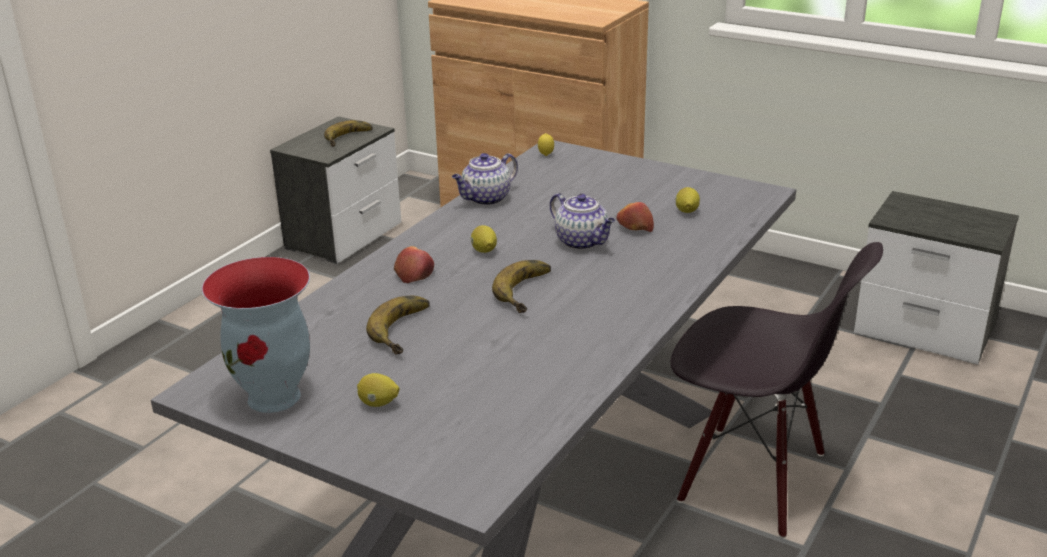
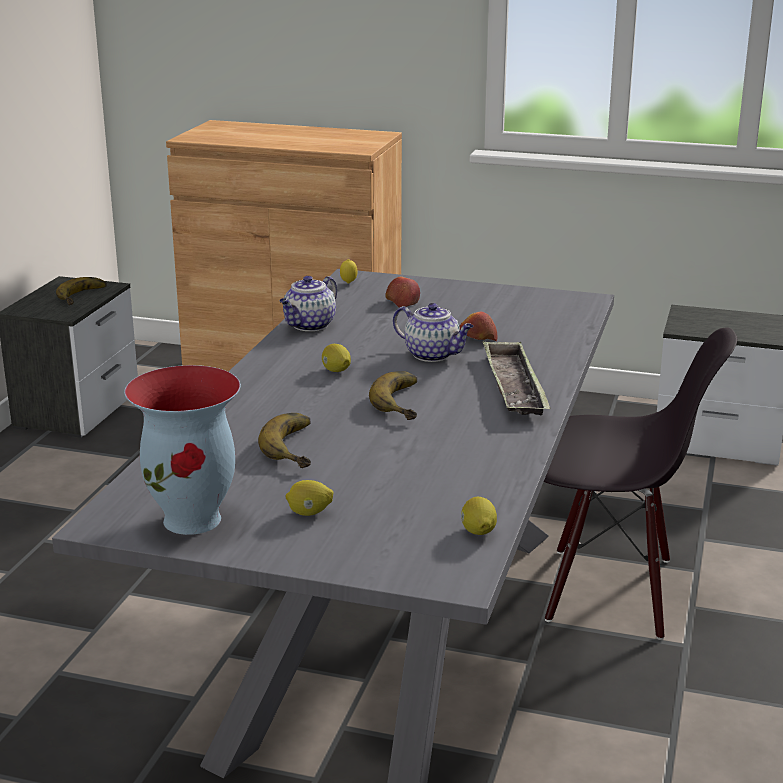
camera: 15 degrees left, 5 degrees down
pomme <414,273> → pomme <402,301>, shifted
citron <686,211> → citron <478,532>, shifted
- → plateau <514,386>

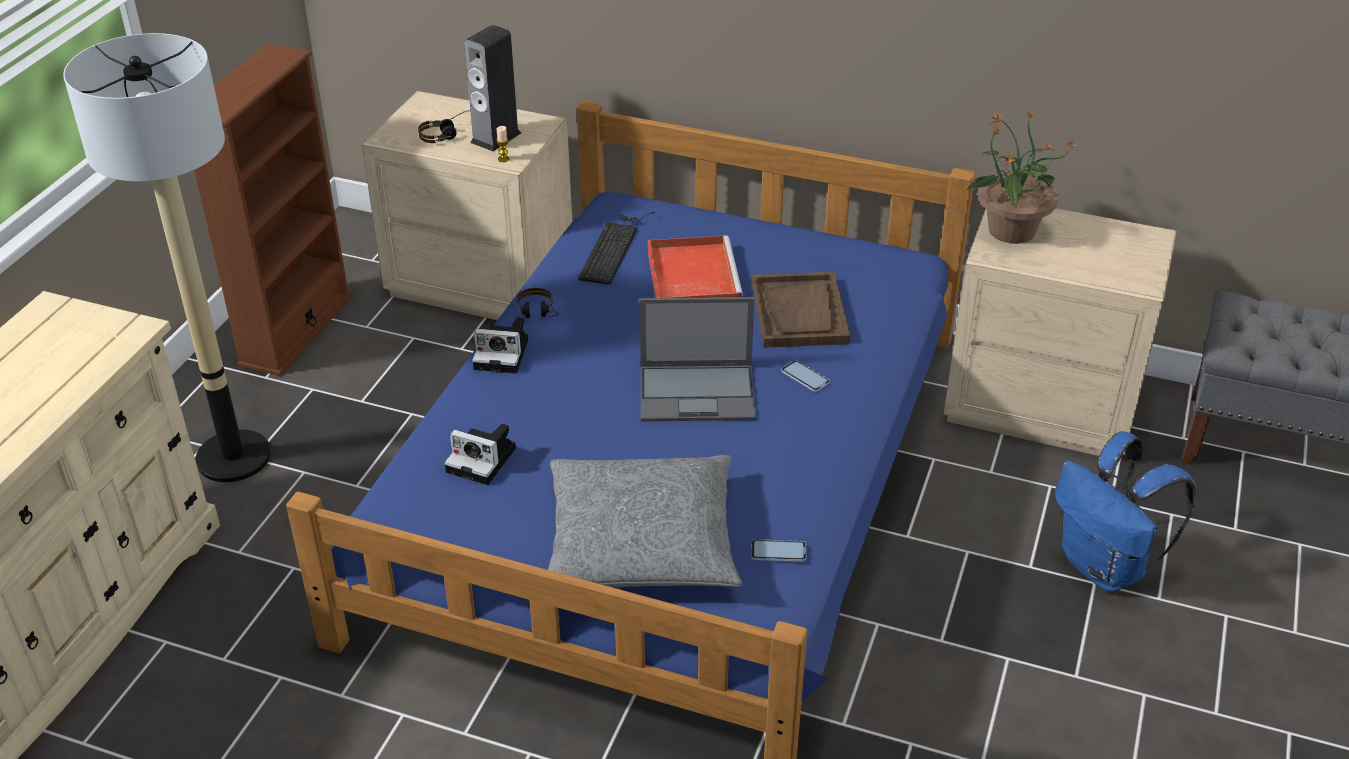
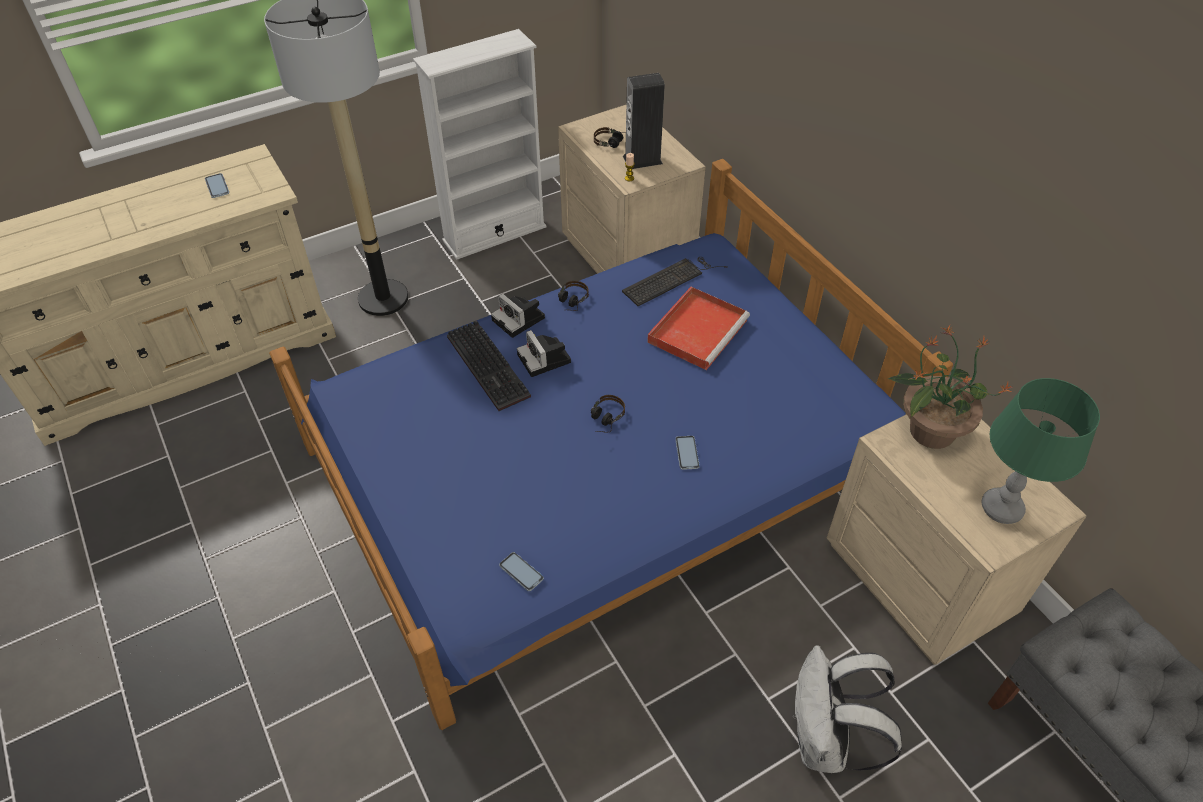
camera: 40 degrees right, 10 degrees up
bibliothèque (marron) <296,330> → bibliothèque (blanc) <494,234>
appareil photo <484,460> → appareil photo <545,359>, shifted
coussin (gris) <641,541> → -
ordinateur portable <698,393> → casque audio <604,420>
plateau (marron) <799,313> → -
sac à dos (bleu) <1105,567> → sac à dos (blanc) <825,742>
- → téléphone <217,186>
- → clavier <491,367>
- → lampe de table (vert) <1001,509>

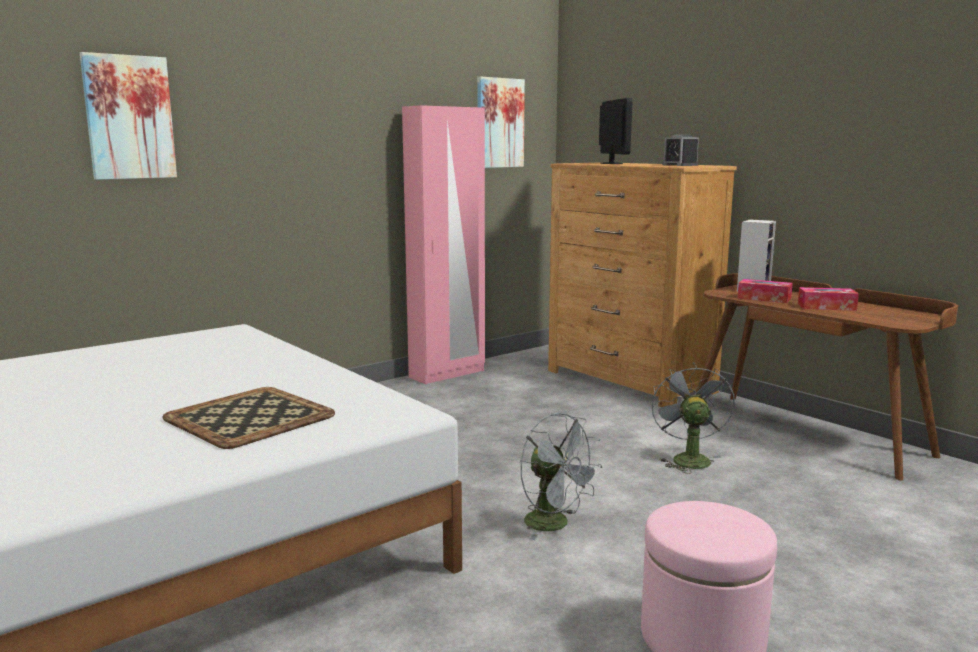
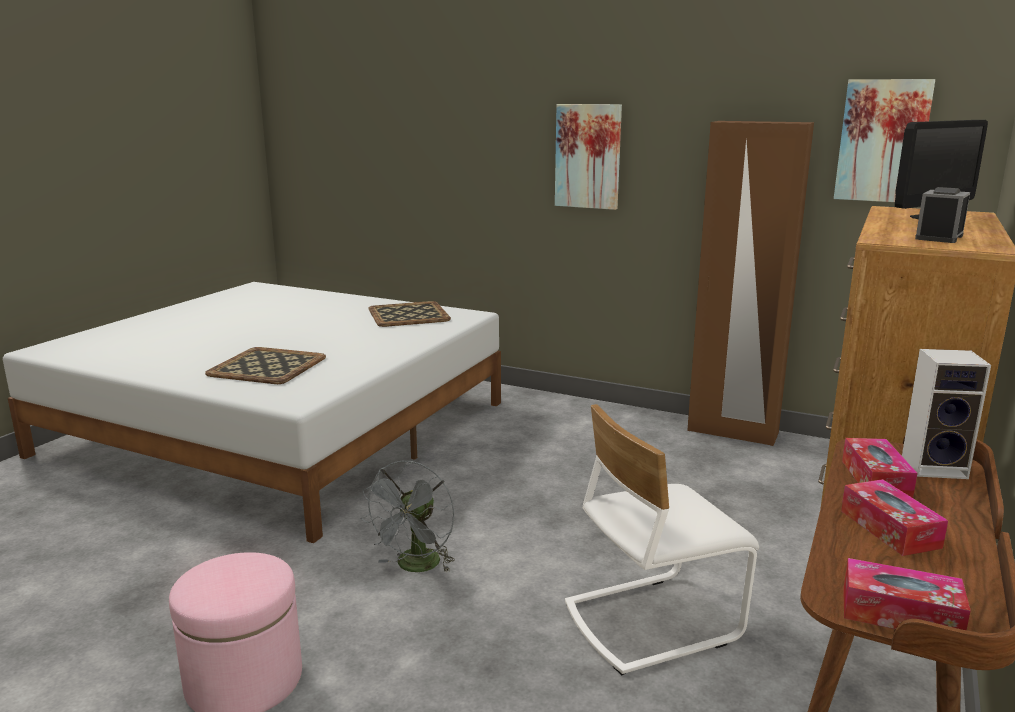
camera: 65 degrees right, 5 degrees up
tableau <129,117> → tableau <588,156>, shifted
armoire (rose) <447,374> → armoire (marron) <732,432>
ventilateur (gris) <688,458> → chaise (blanc) <650,620>
- → plateau <409,314>
- → boîte à mouchoirs <900,614>

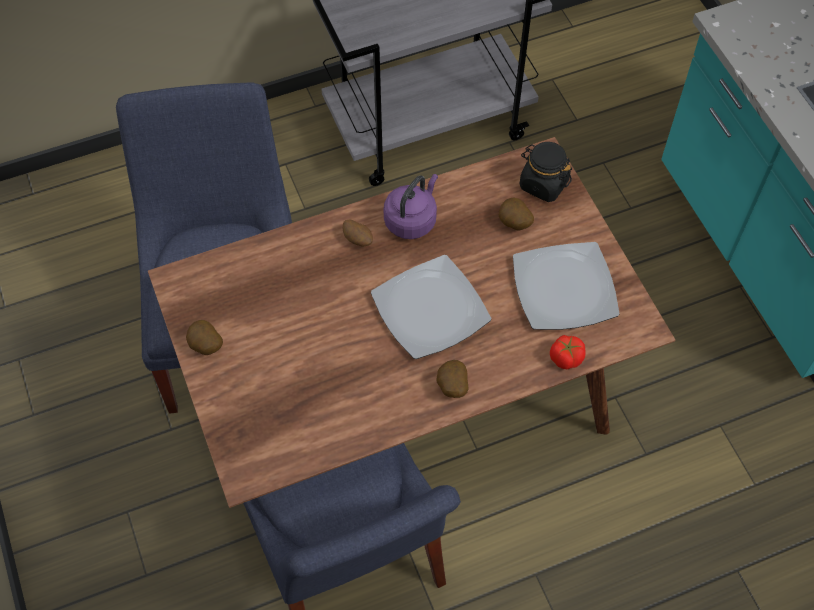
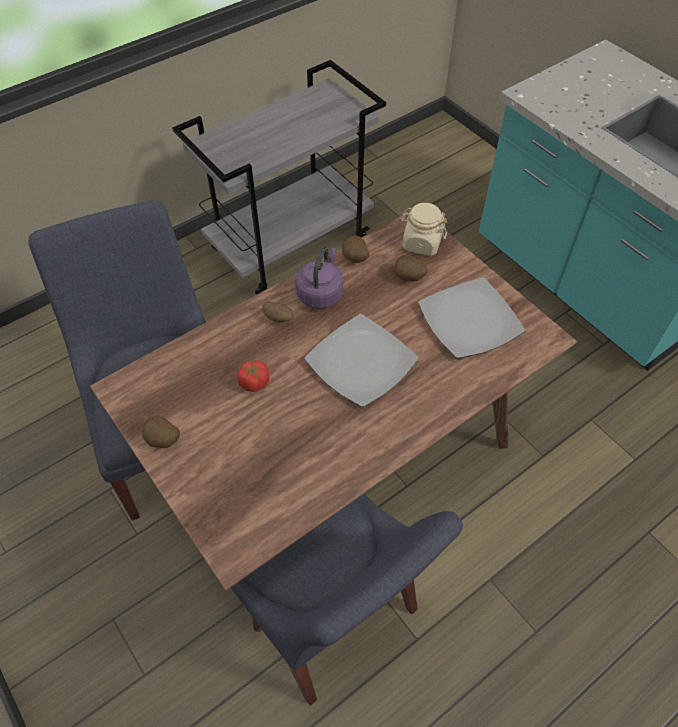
camera: 15 degrees left, 5 degrees down
pomme de terre <451,387> → pomme de terre <354,259>, shifted
bocal (noir) <543,184> → bocal (beige) <421,243>
tomate <565,358> → tomate <254,382>, shifted

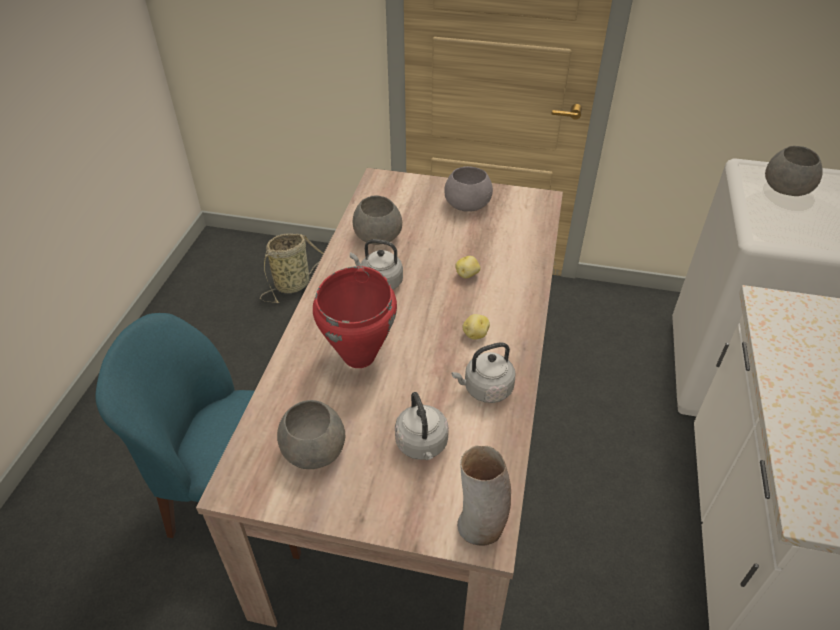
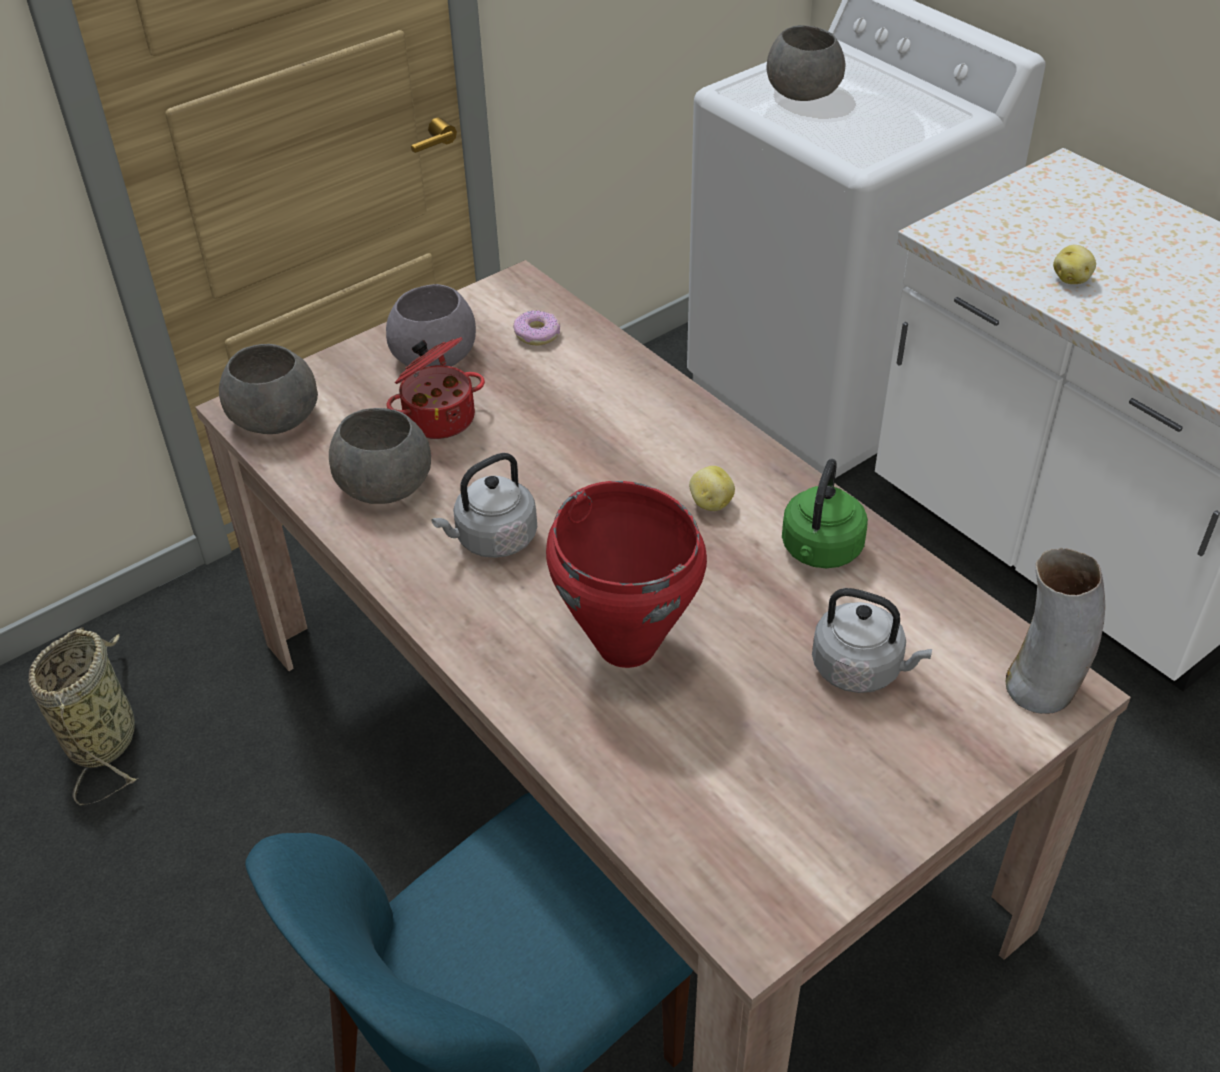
camera: 50 degrees left, 0 degrees up
bol (gris) <314,450> → bol (gris) <276,418>, shifted
bouilloire (gris) <485,389> → bouilloire (vert) <820,551>
pomme de terre <467,274> → pomme de terre <1071,279>, shifted
- → marmite <438,417>
- → beignet <537,334>

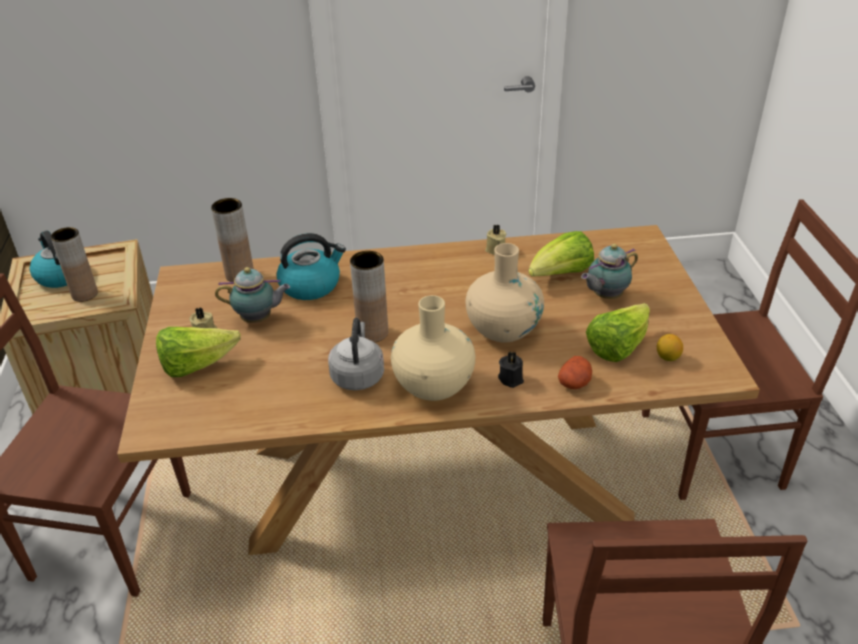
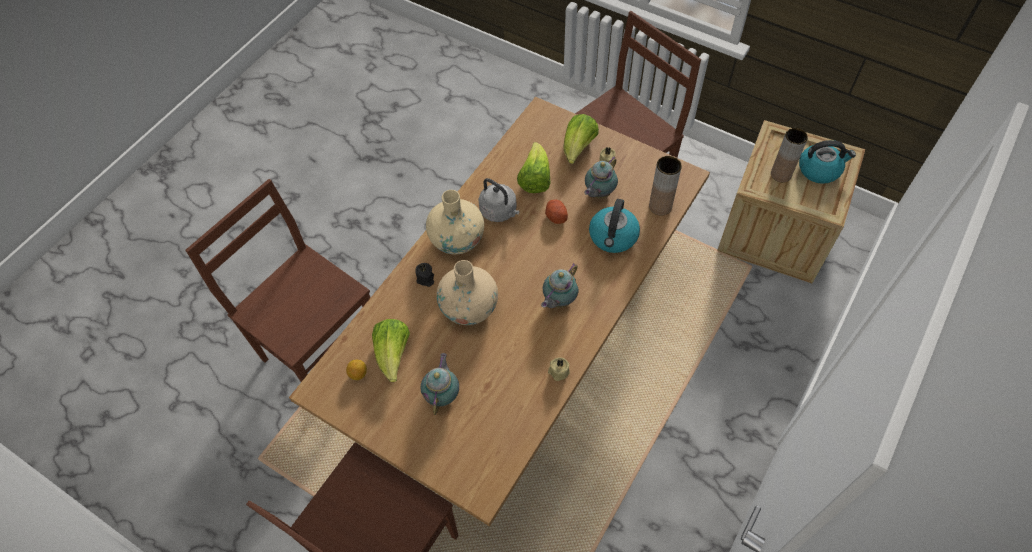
camera: 130 degrees right, 20 degrees up
vase (marron) <372,333> → -
laitue <561,275> → laitue <535,179>, shifted
pomme de terre <574,383> → pomme de terre <555,216>, shifted
- → théière <558,301>

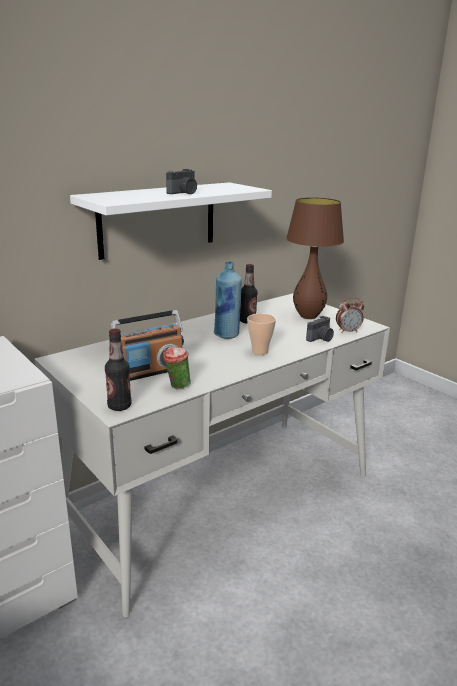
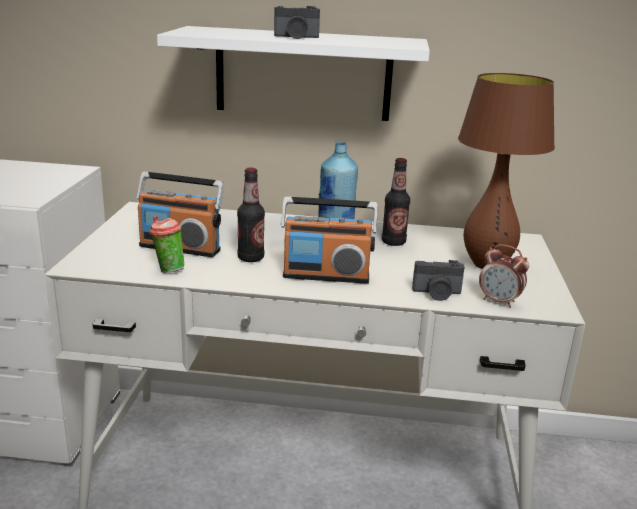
camera: 45 degrees right, 0 degrees up
bouteille <119,406> → bouteille <250,258>, shifted
tasse <259,351> → radio <326,275>

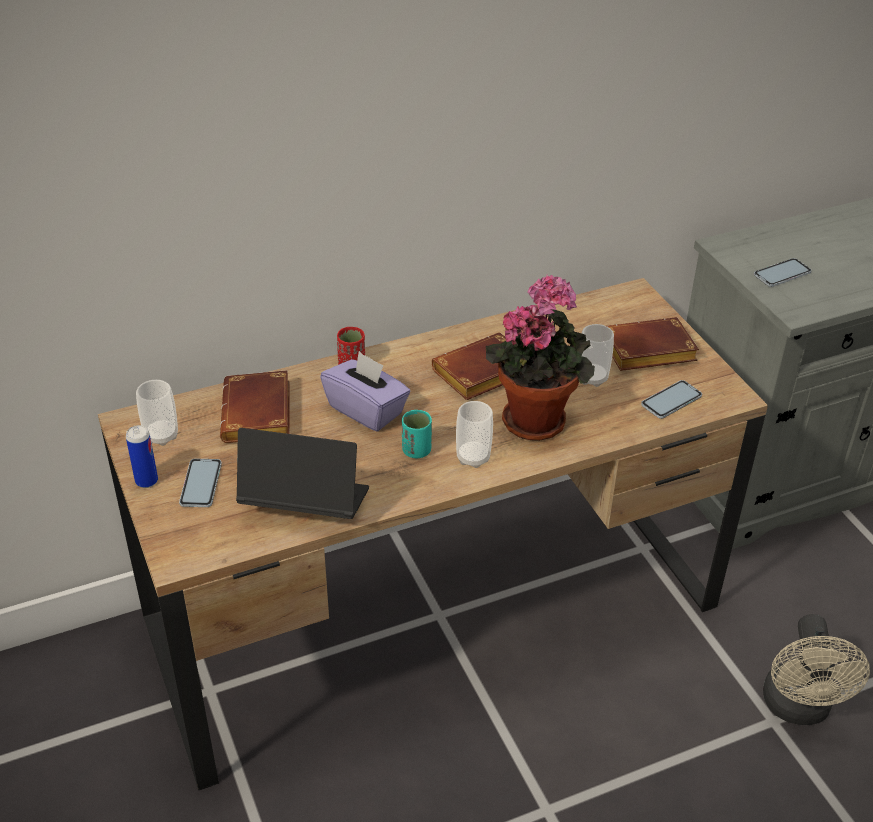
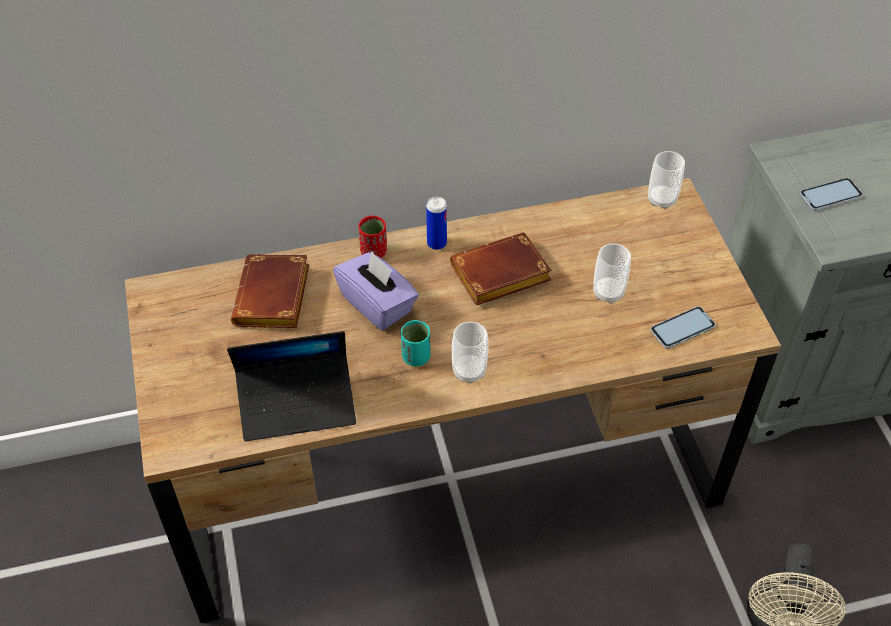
camera: 10 degrees right, 10 degrees up
boîte métallique <146,481> → boîte métallique <436,243>, shifted
tasse <161,436> → tasse <661,199>, shifted
téléphone <201,484> → -
ordinateur portable <304,504> → ordinateur portable <297,404>, 150 degrees clockwise
plante en pot <536,418> → -
livre (marron) <646,353> → -

